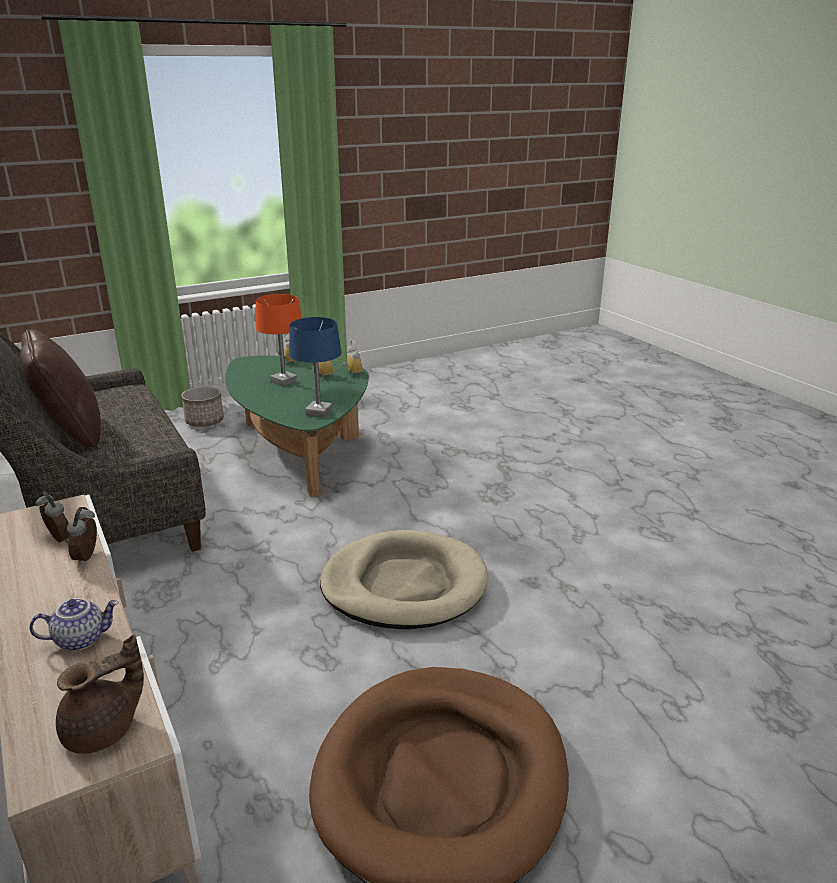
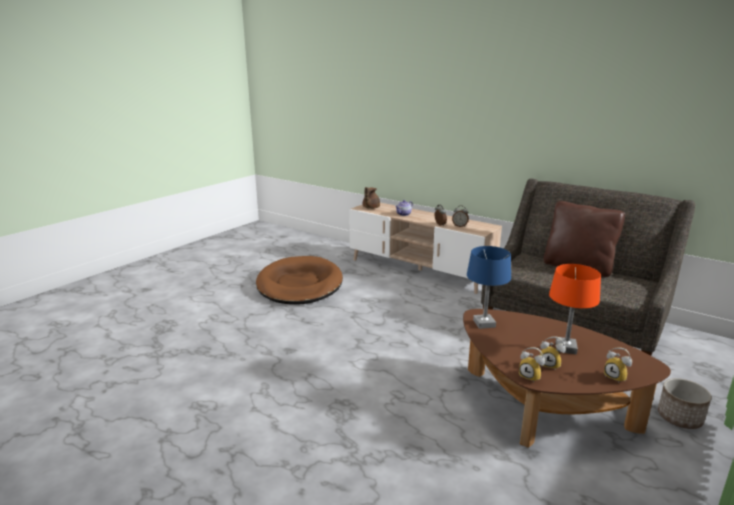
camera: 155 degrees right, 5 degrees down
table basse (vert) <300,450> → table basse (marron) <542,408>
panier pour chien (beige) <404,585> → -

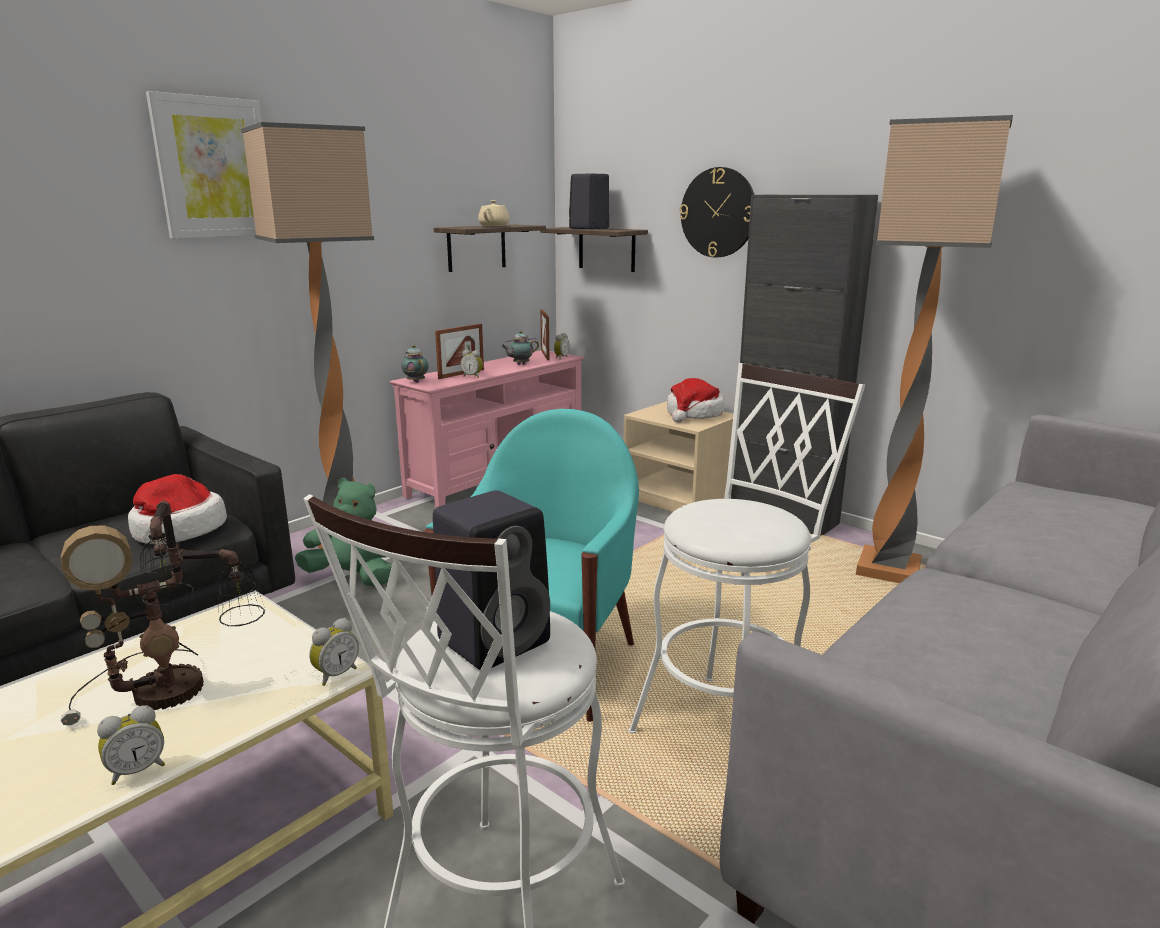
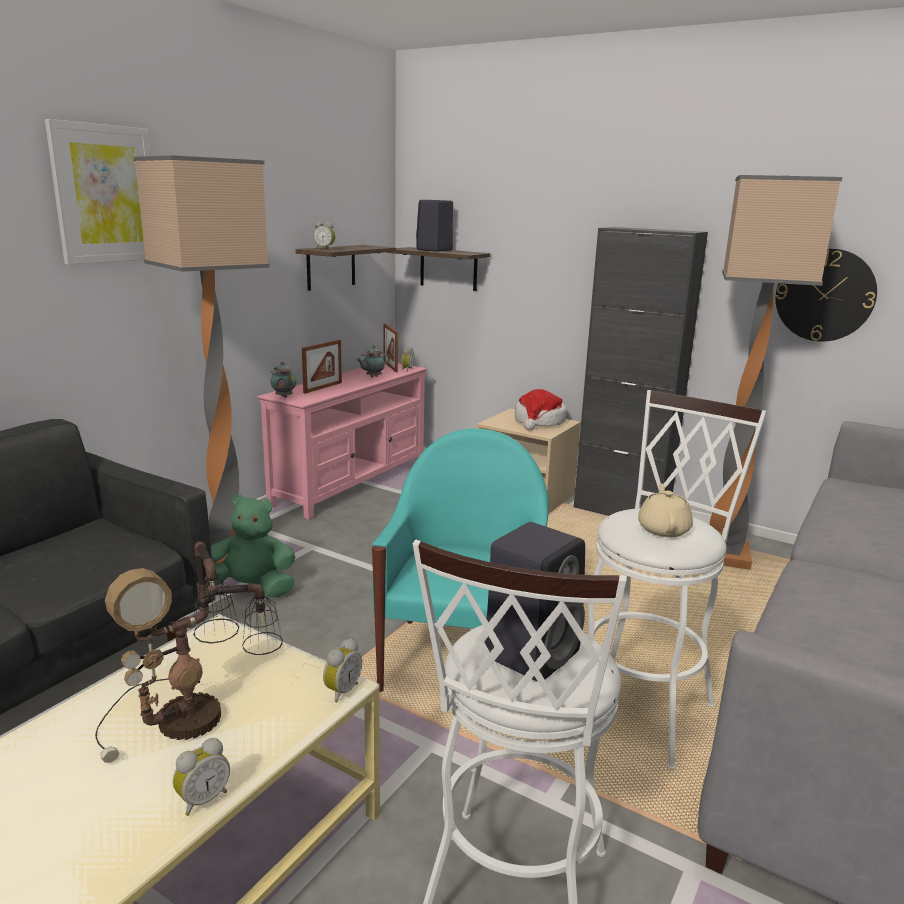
camera: 10 degrees left, 0 degrees up
chapeau <178,530> → -
réveil <473,376> → réveil <325,249>, shifted
théière (beige) <494,226> → théière (beige) <663,529>, shifted
horloge murale <718,212> → horloge murale <825,295>, shifted

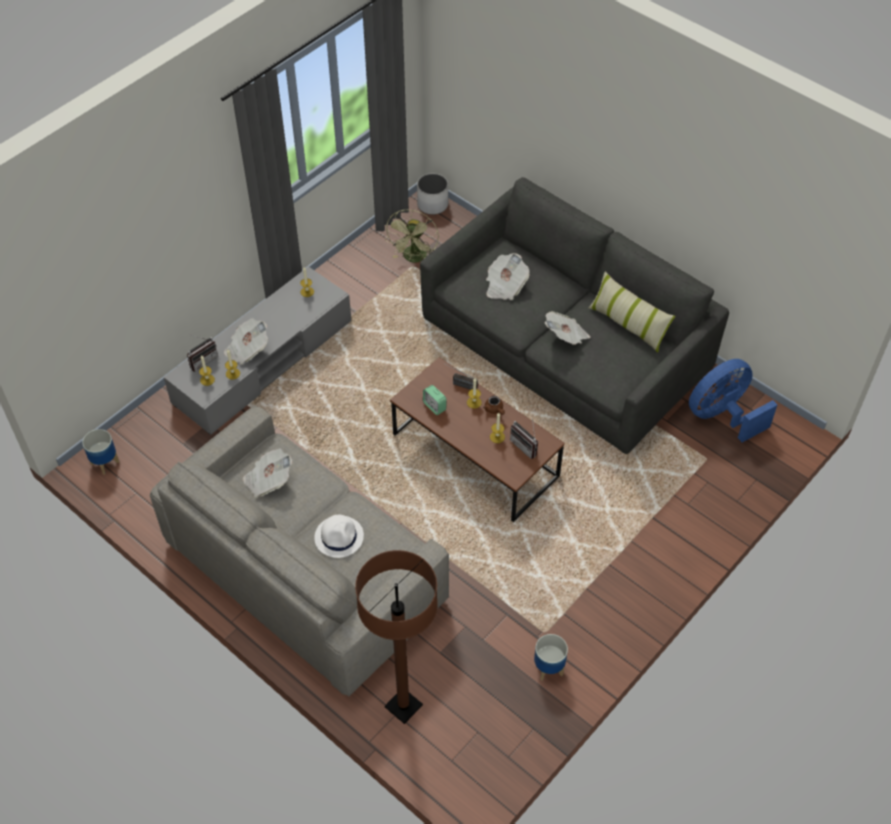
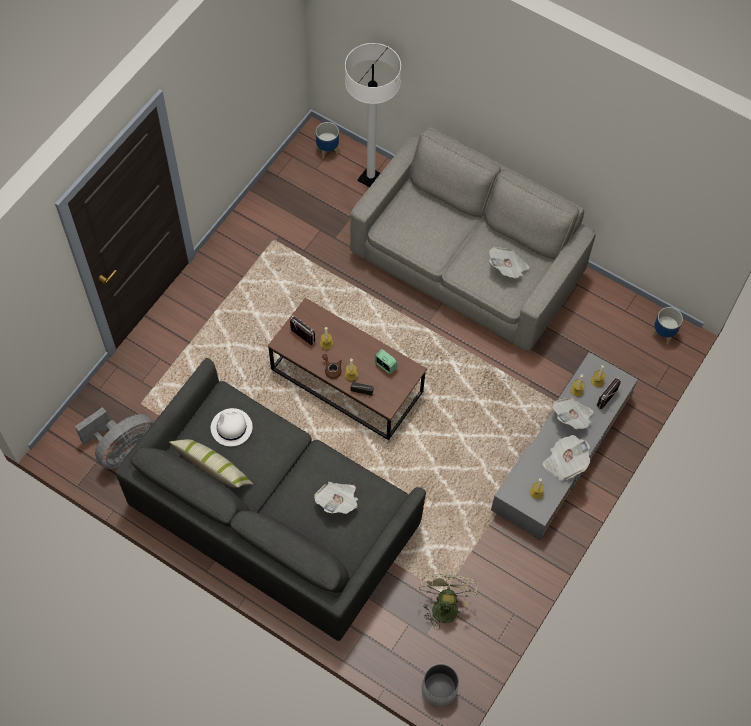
camera: 170 degrees right, 10 degrees up
chapeau (blanc) <339,537> → chapeau (blanc) <231,428>, shifted
lampadaire (marron) <403,706> → lampadaire (blanc) <370,178>
cache-pot <548,668> → cache-pot <328,150>, shifted
journal <566,336> → journal <564,462>, shifted
ventilateur (bleu) <722,416> → ventilateur (gris) <123,450>

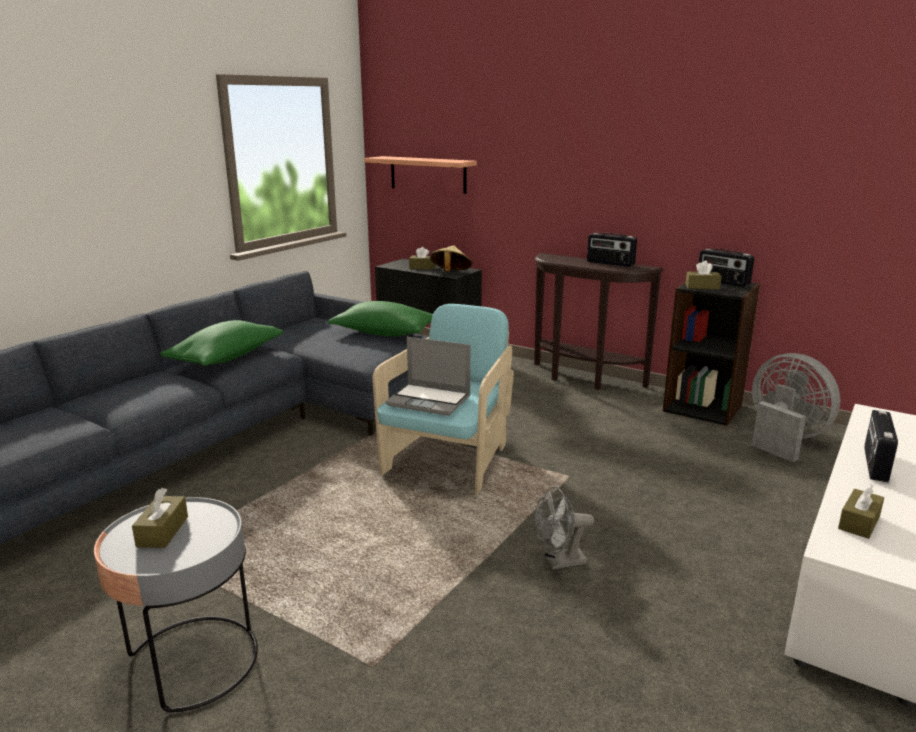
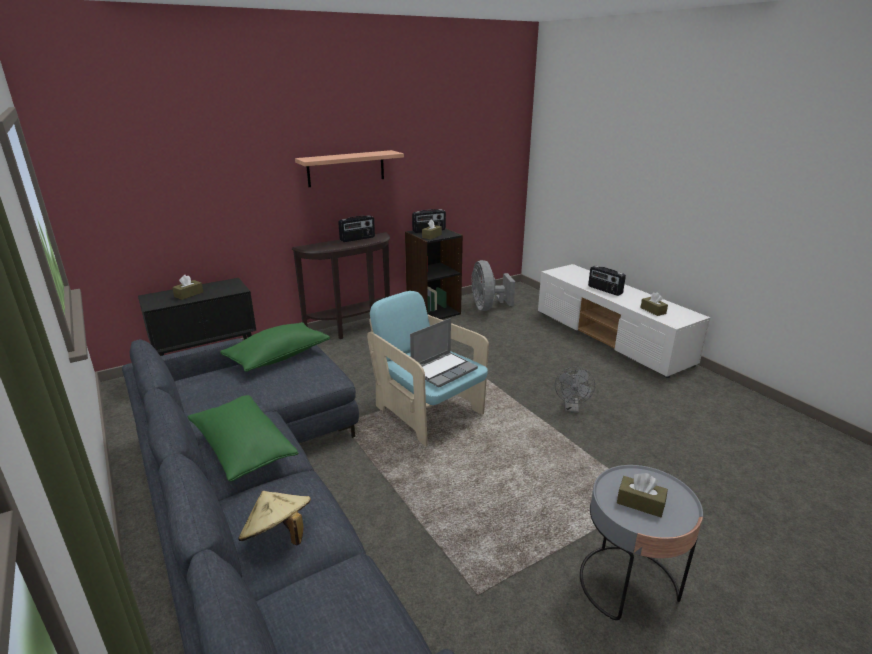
camera: 65 degrees left, 5 degrees up
étagère <428,174> → étagère <346,168>, shifted
chapeau (beige) <450,274> → chapeau (beige) <278,536>, shifted
ventilateur (gris) <783,439> → ventilateur (gris) <487,307>, 90 degrees counterclockwise

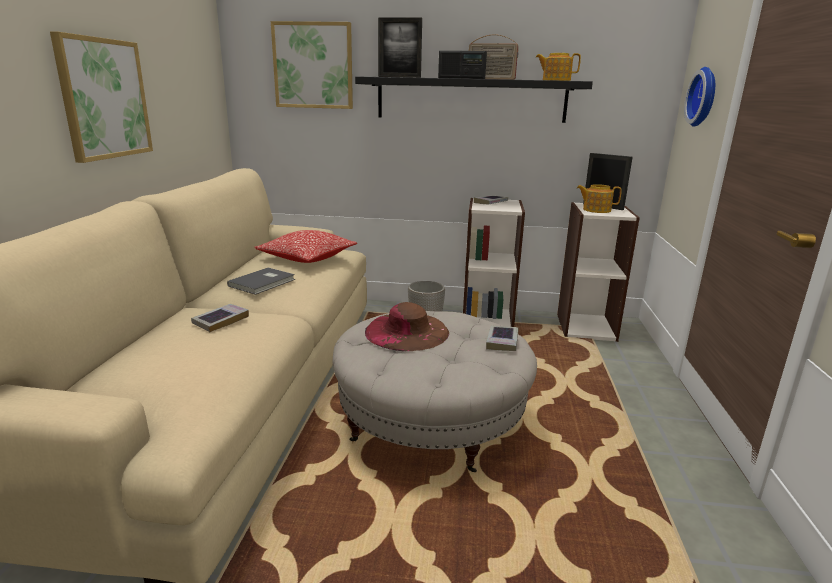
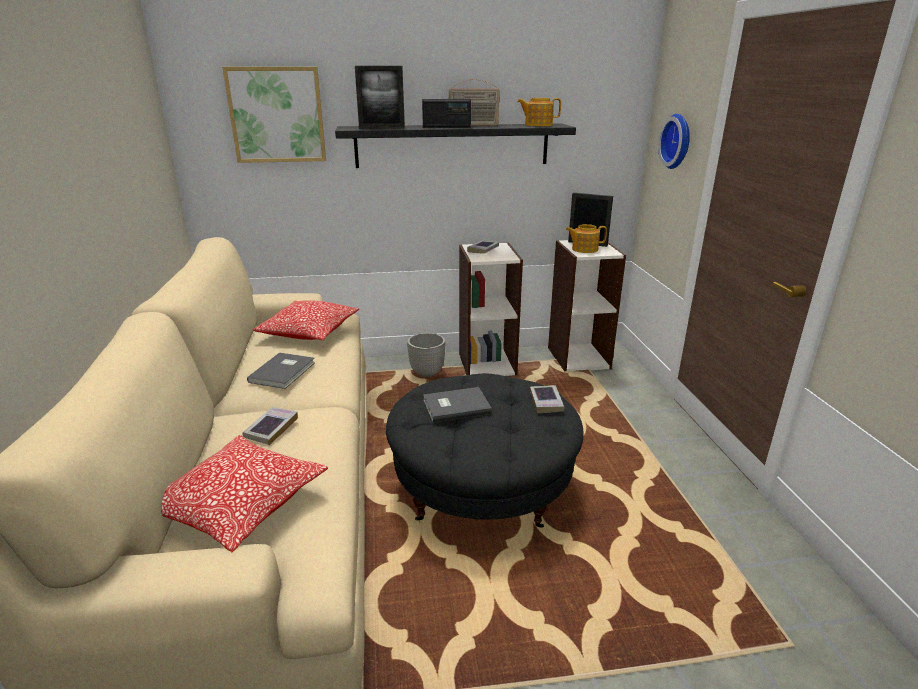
camera: 15 degrees left, 5 degrees up
tableau <104,99> → -
pouf (beige) <431,423> → pouf (noir) <482,486>
chapeau (marron) <407,332> → livre (gris) <455,406>
- → coussin <240,504>

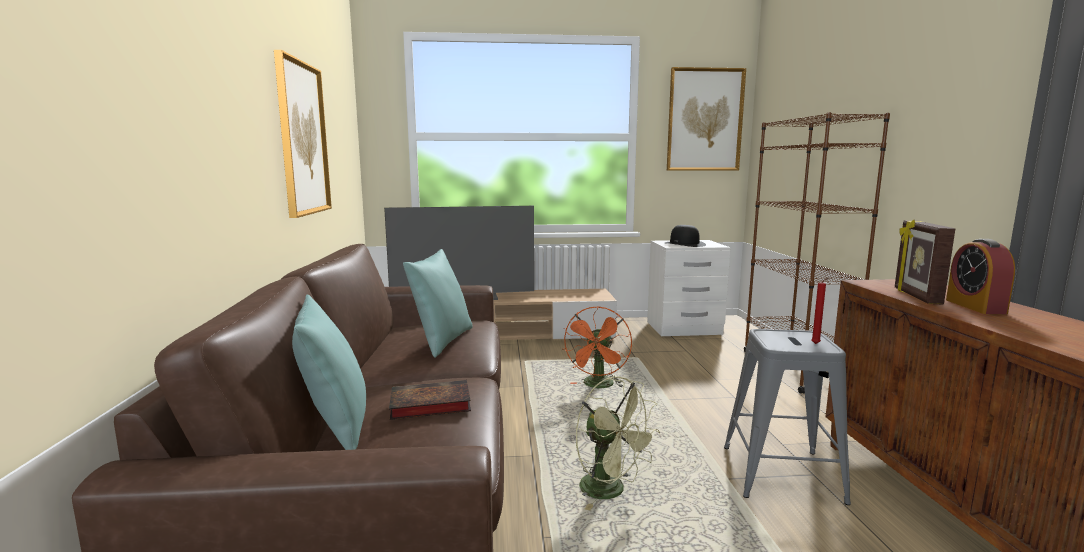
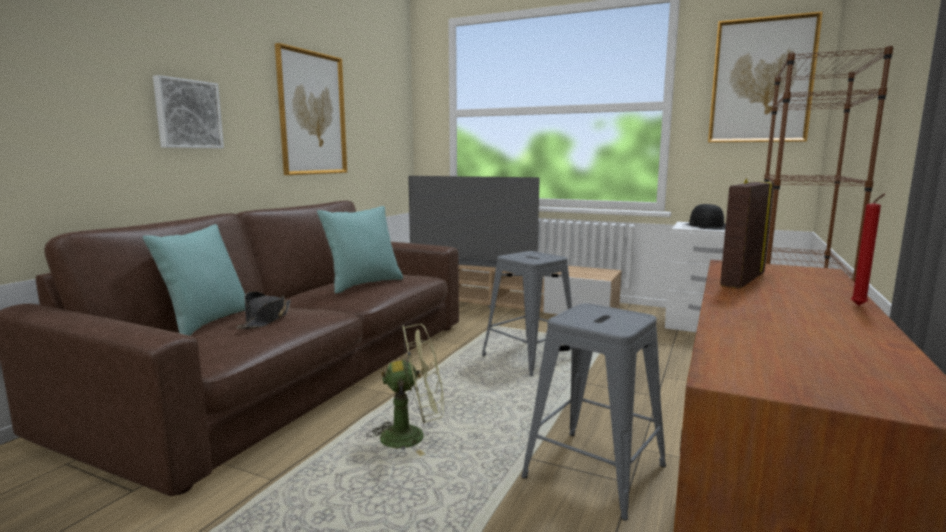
camera: 30 degrees right, 0 degrees up
livre <428,405> → chapeau (noir) <266,319>
ventilateur (orange) <598,386> → tabouret (gris) <529,357>
ventilateur (vert) <611,491> → ventilateur (vert) <412,435>, 90 degrees counterclockwise
bougie (rouge) <816,344> → bougie (rouge) <860,306>, shifted
réveil <975,306> → -
- → tableau <187,114>

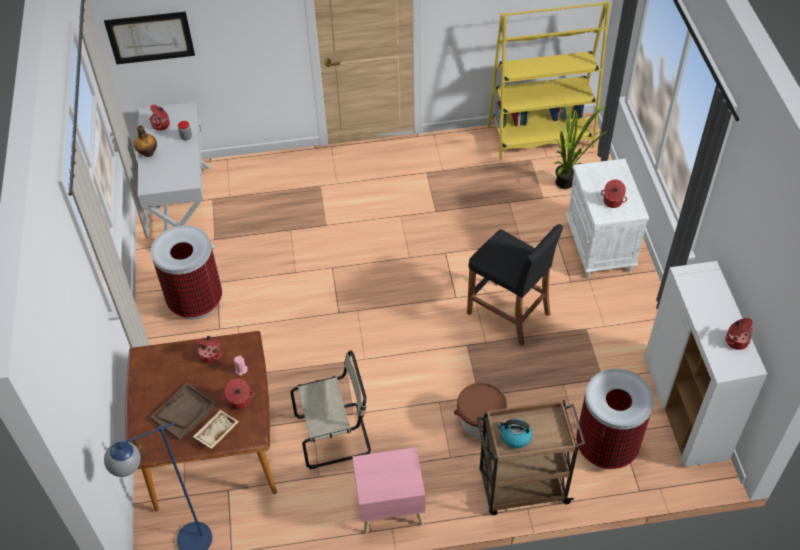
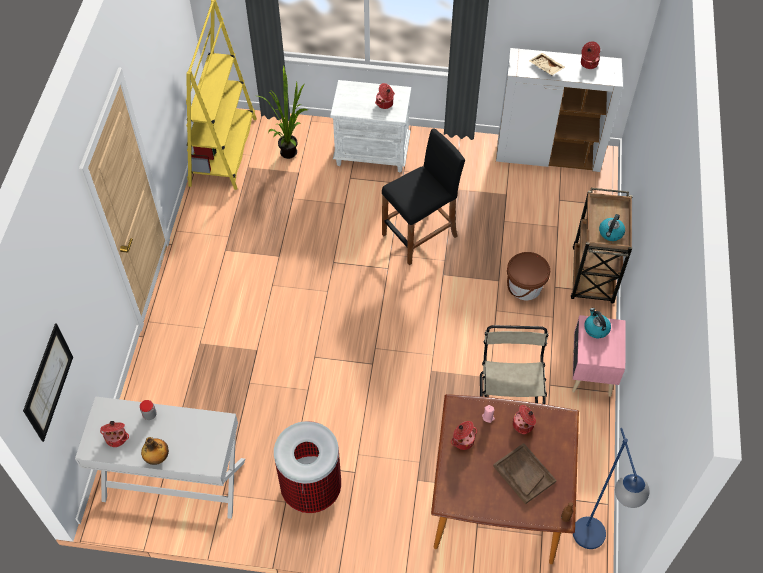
camera: 75 degrees left, 5 degrees up
plateau (beige) <216,432> → plateau (beige) <545,68>, shifted
poubelle <606,447> → -
- → bouilloire <596,328>

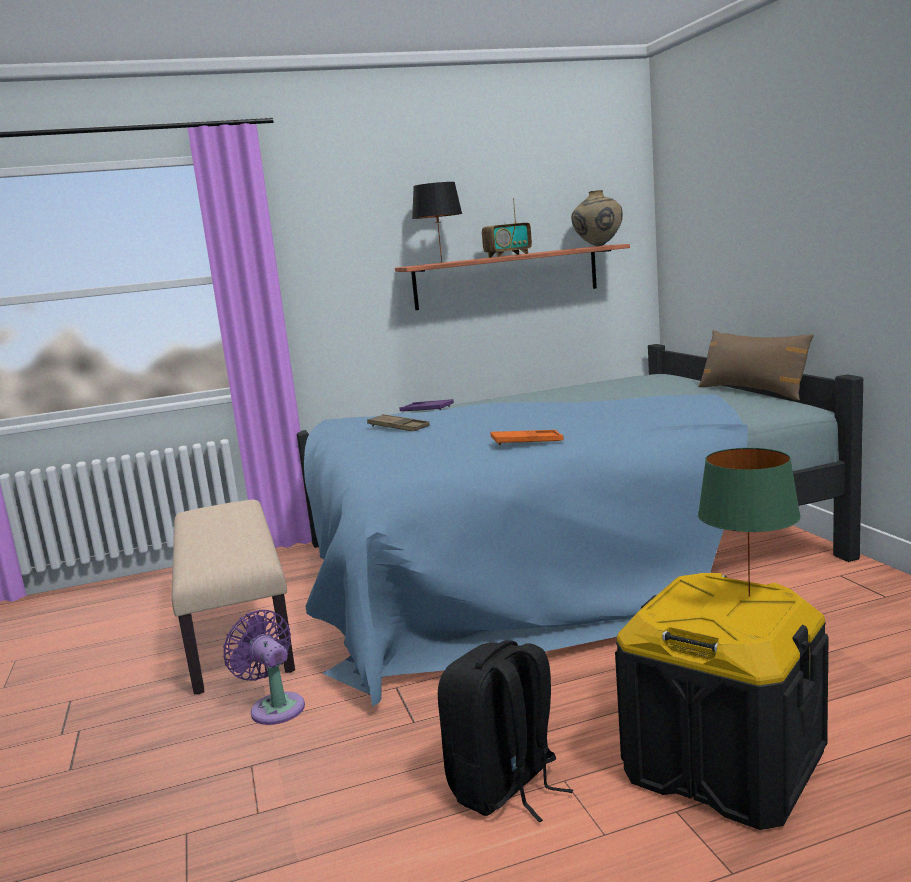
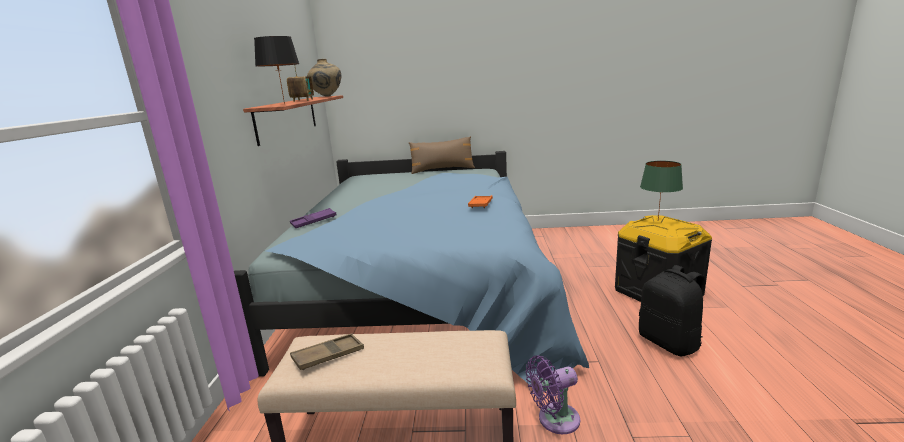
camera: 70 degrees left, 5 degrees up
plateau (marron) <398,428> → plateau (marron) <328,355>, shifted

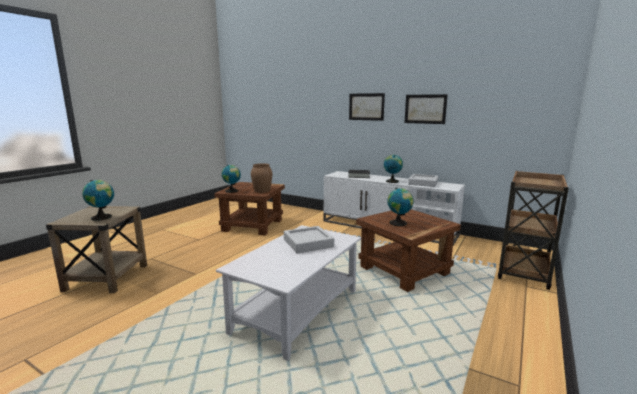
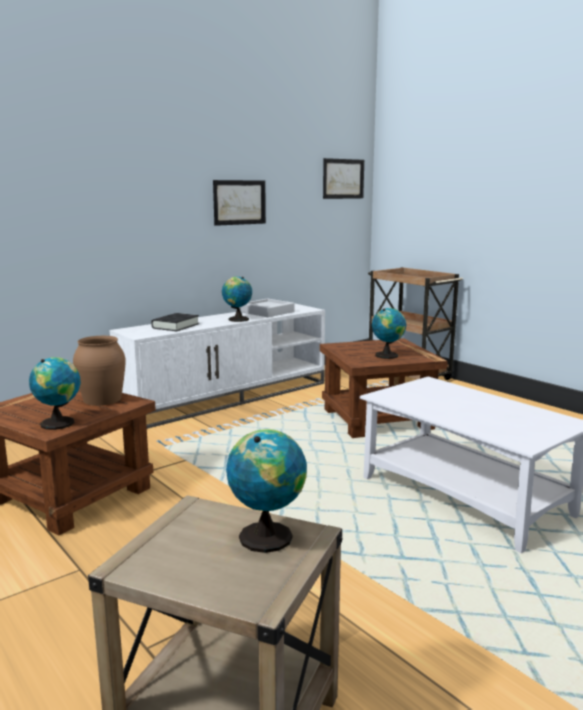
camera: 70 degrees left, 0 degrees up
plateau (gris) <308,243> → -
tableau <366,106> → tableau <343,179>, shifted

